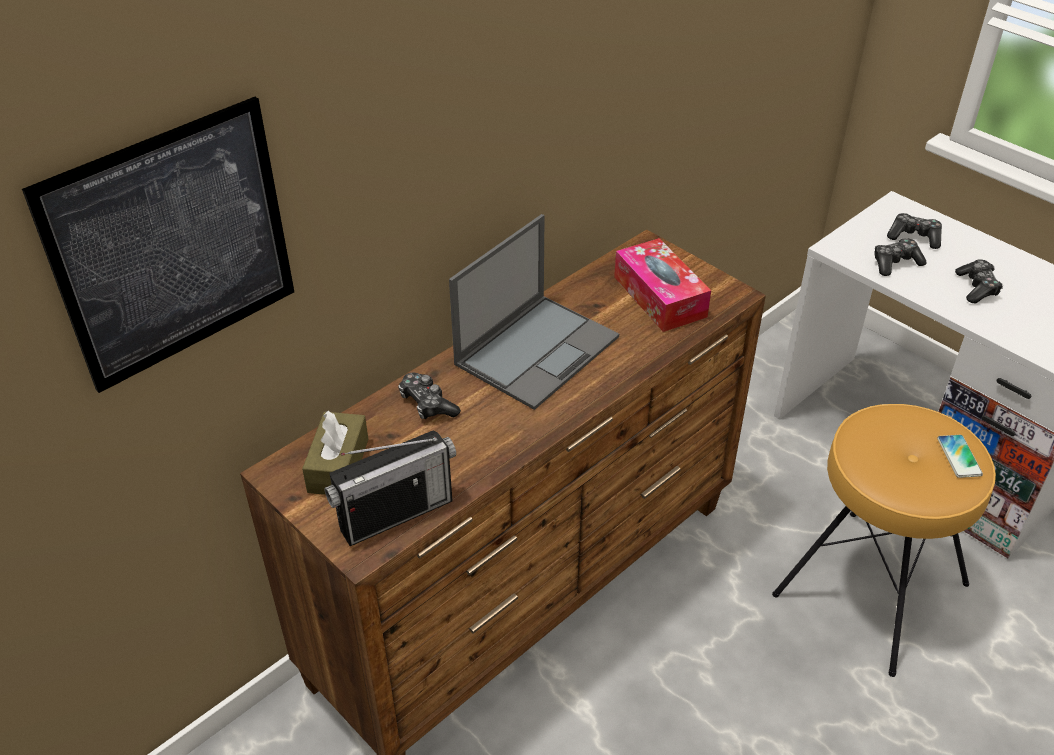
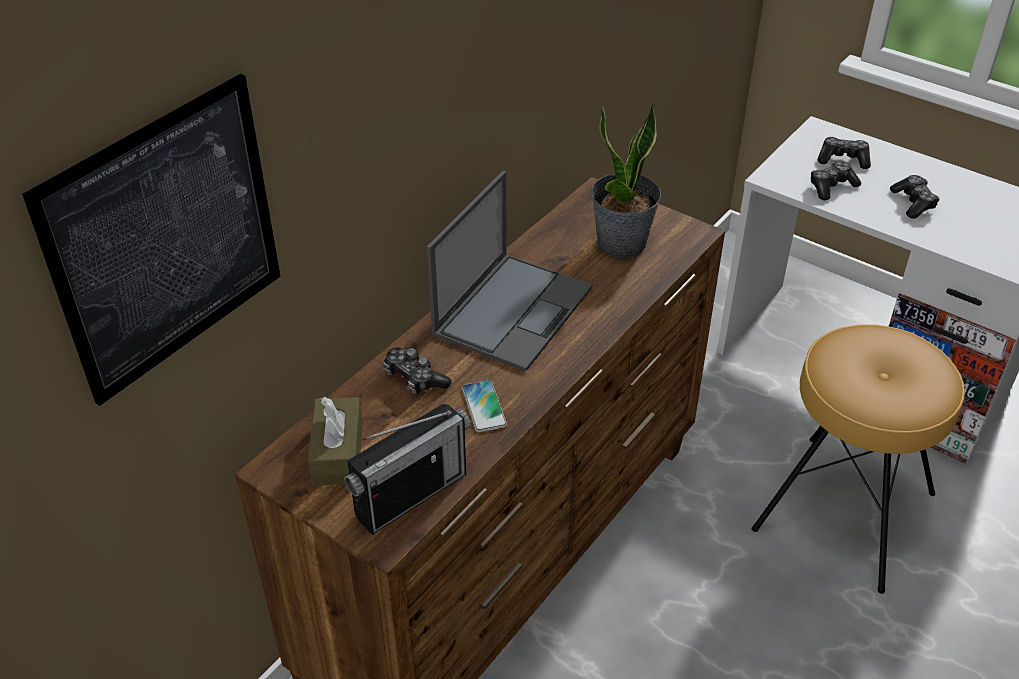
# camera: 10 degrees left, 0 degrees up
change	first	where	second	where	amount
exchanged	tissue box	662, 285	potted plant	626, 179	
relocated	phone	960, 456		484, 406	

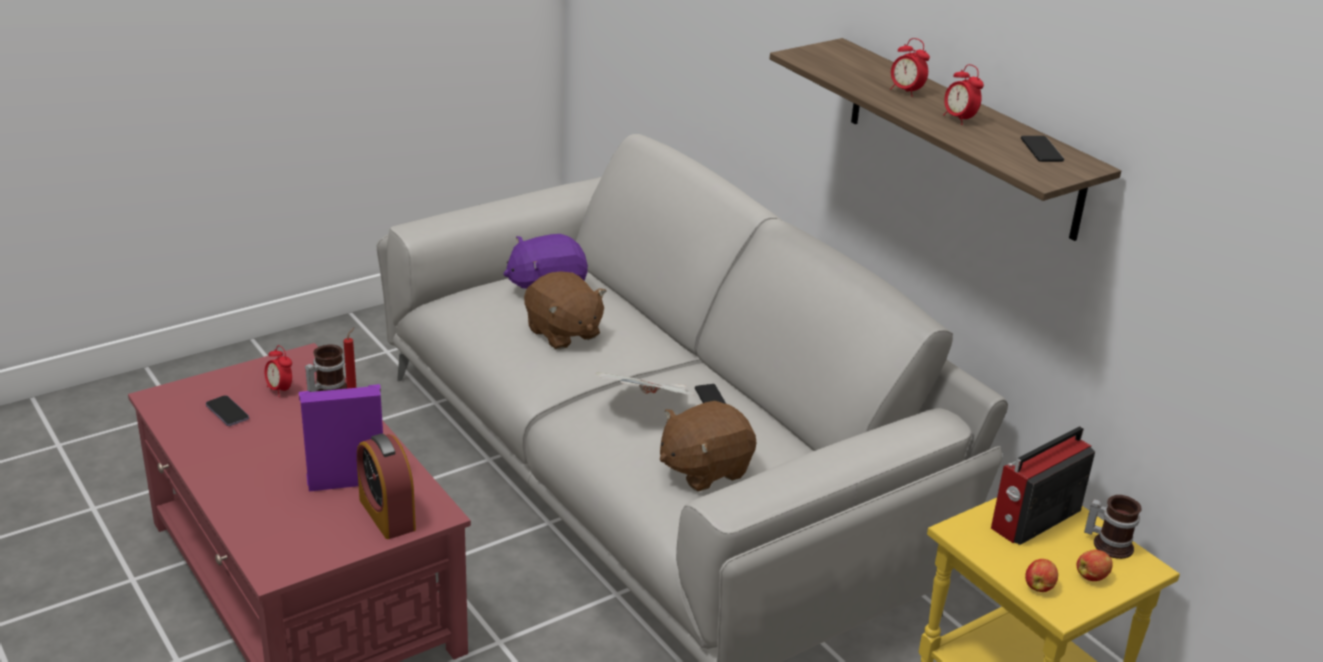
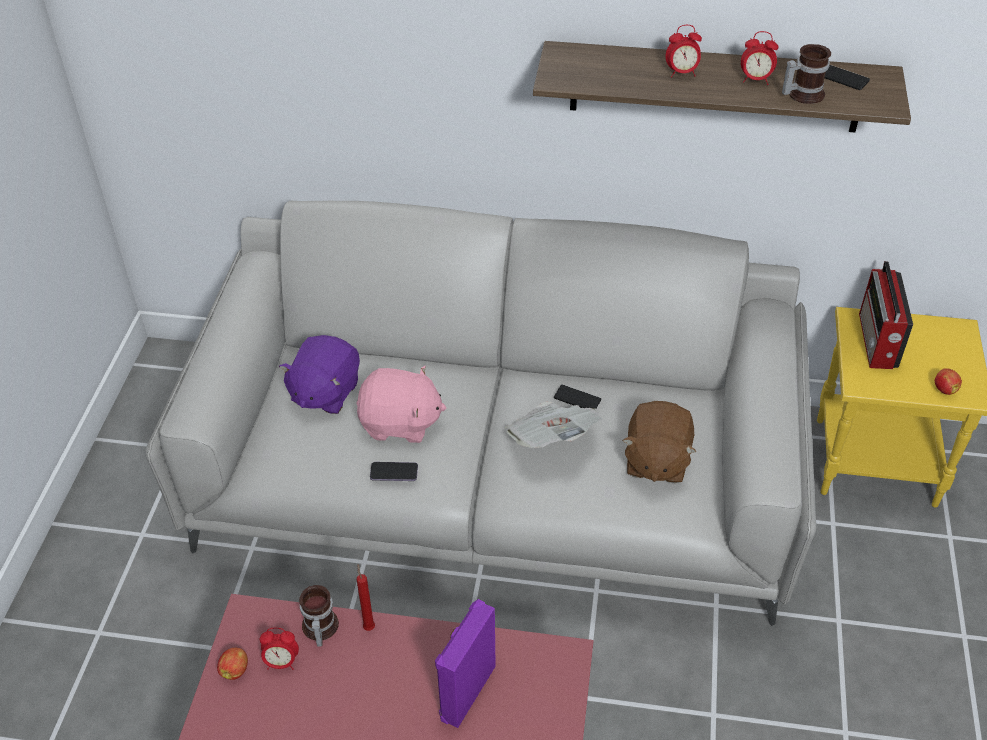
# camera: 45 degrees left, 15 degrees up
change	first	where	second	where	amount
relocated	phone	227, 410		394, 471	
missing	alarm clock	386, 486			
colour	plush toy (brown)	565, 310	plush toy (pink)	401, 404	
relocated	apple	1094, 565		232, 664	
relocated	mug	1112, 527		806, 74	

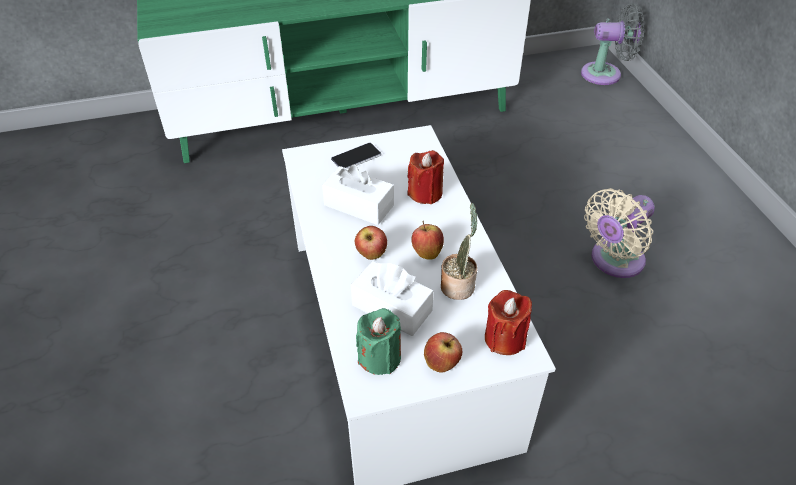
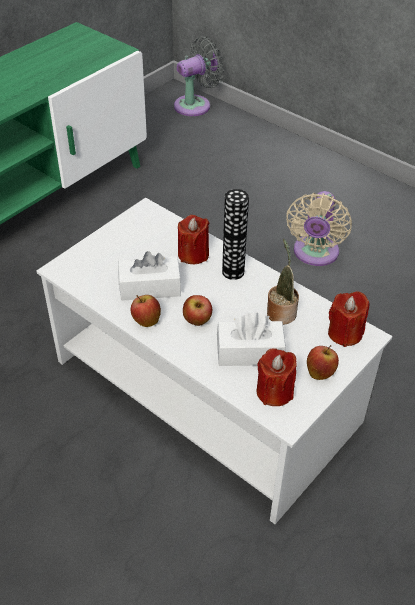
# camera: 35 degrees left, 0 degrees up
change	first	where	second	where	amount
missing	phone	356, 156			
colour	candle (green)	378, 341	candle (red)	277, 377	
relocated	apple	427, 240		146, 311	
appeared			vase	235, 234	

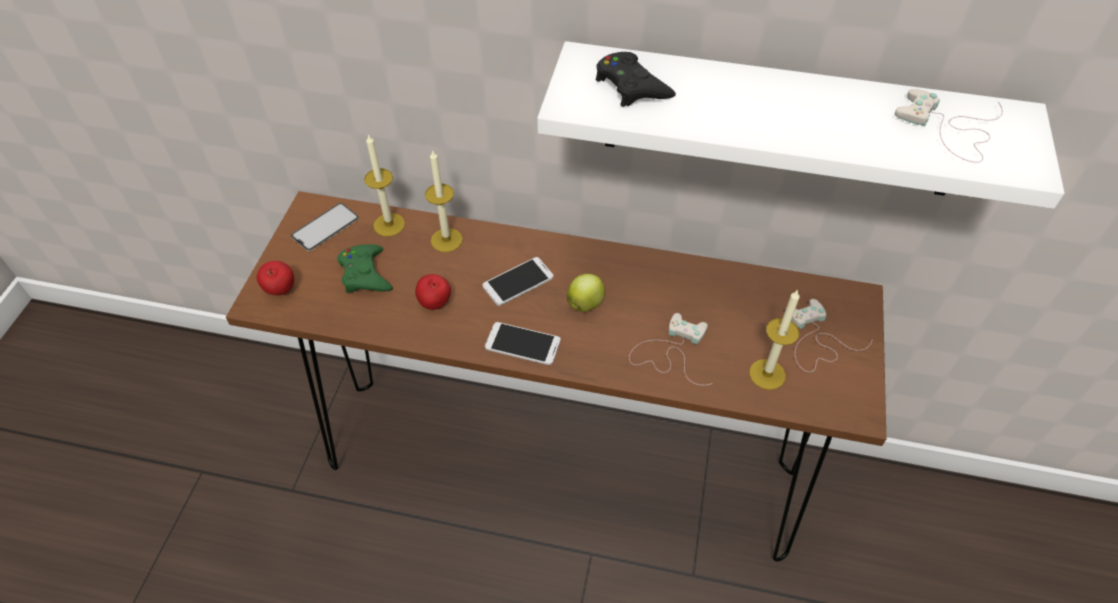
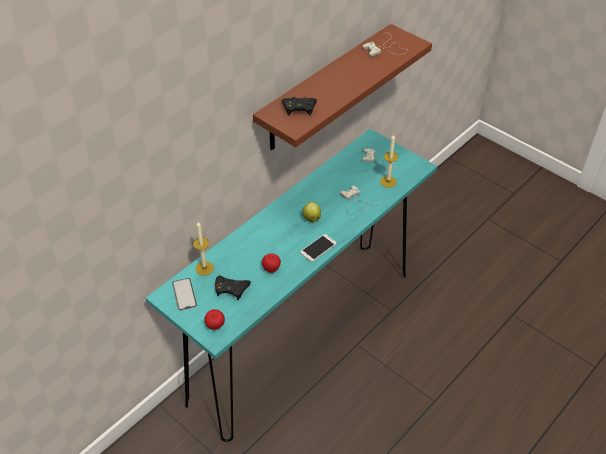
# camera: 60 degrees left, 5 degrees down
change	first	where	second	where	amount
colour	console table (brown)	556, 376	console table (turquoise)	291, 285	
colour	game controller (green)	365, 268	game controller (black)	233, 287	
missing	candle	444, 200			
missing	phone	518, 281			
colour	shelf (white)	800, 125	shelf (brown)	342, 87	

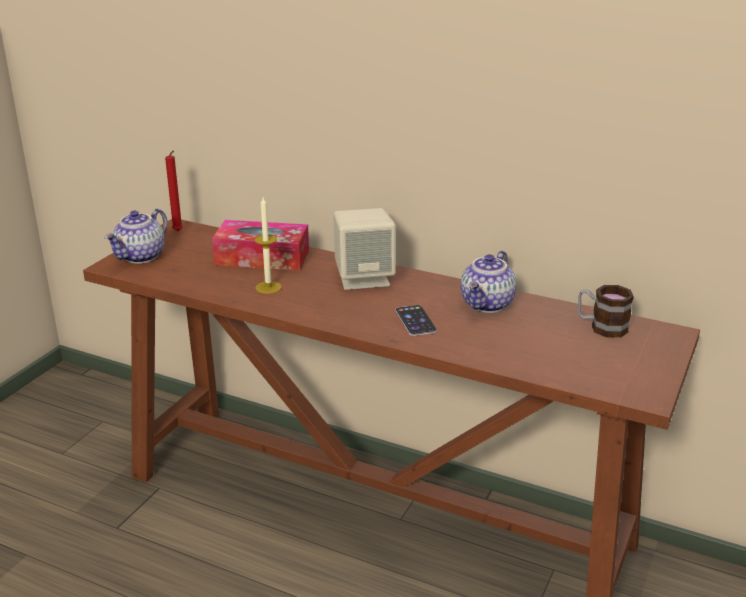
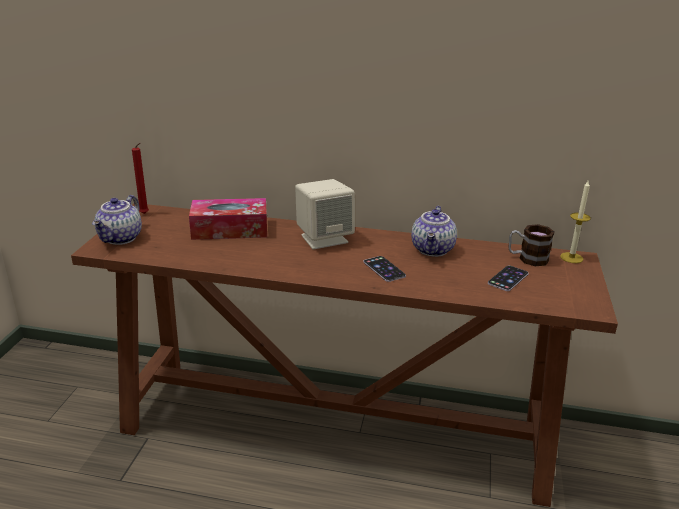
# camera: 15 degrees left, 0 degrees up
change	first	where	second	where	amount
relocated	candle	268, 245		575, 222	
appeared			phone	508, 278	

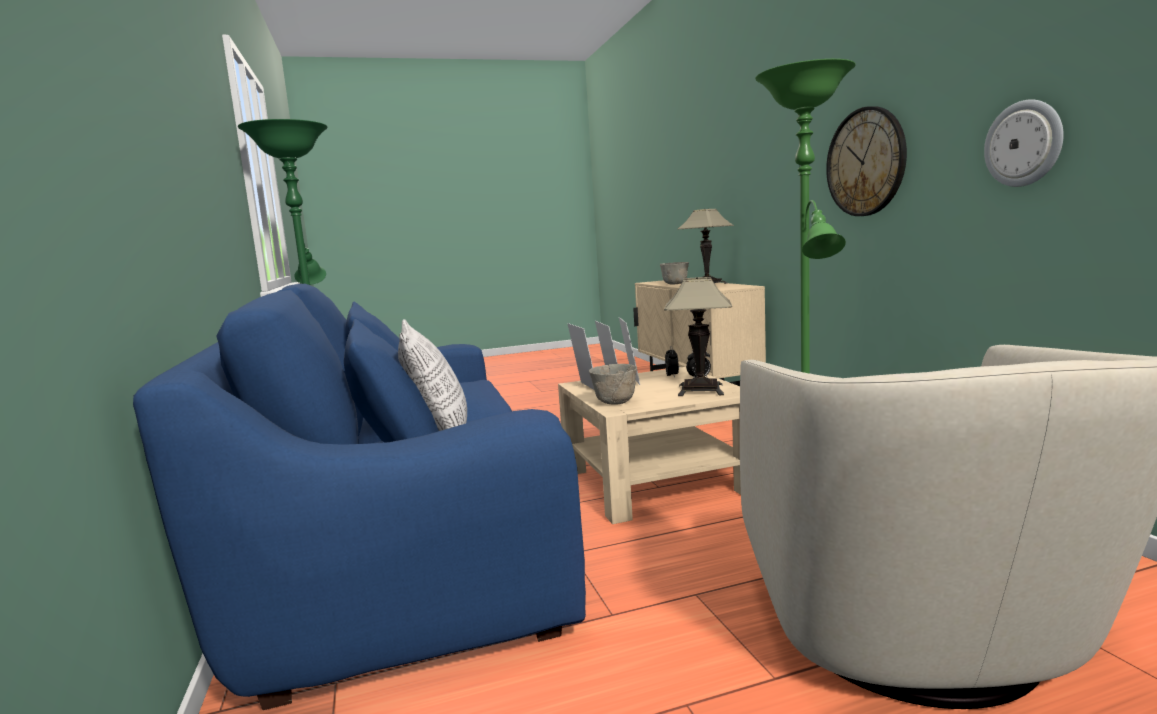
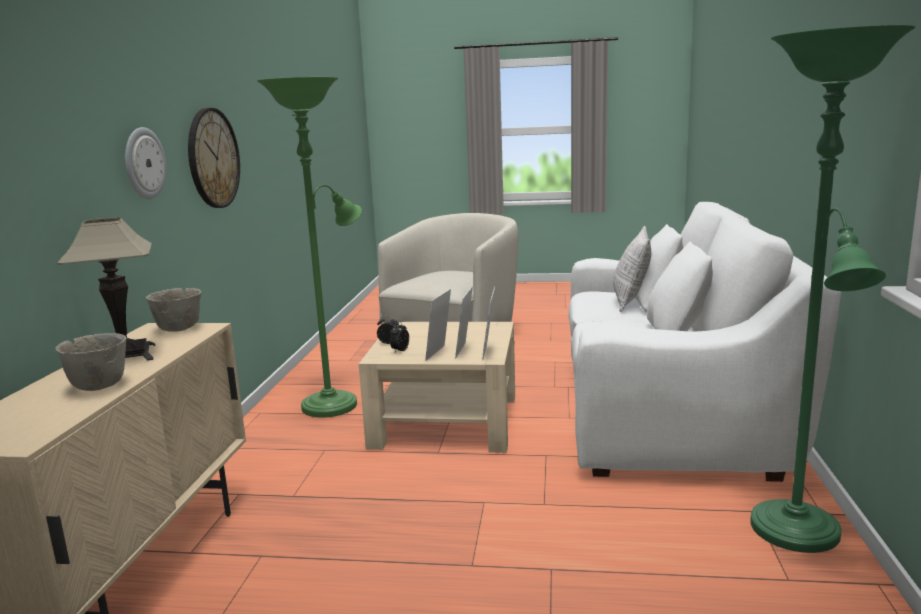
# camera: 155 degrees left, 5 degrees up
change	first	where	second	where	amount
colour	sofa (blue)	359, 497	sofa (white)	704, 342	
relocated	bowl (grey)	613, 384		173, 310	
missing	table lamp	698, 336			
relocated	wall clock	1024, 143		145, 163	

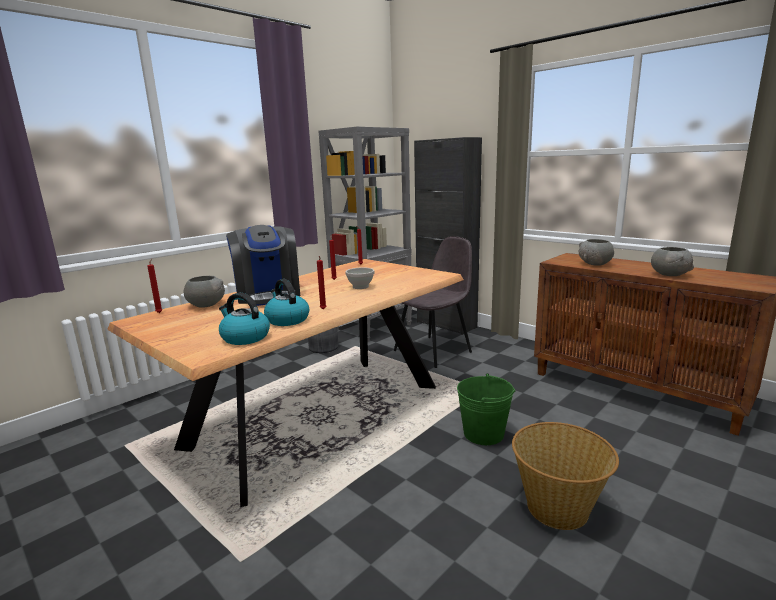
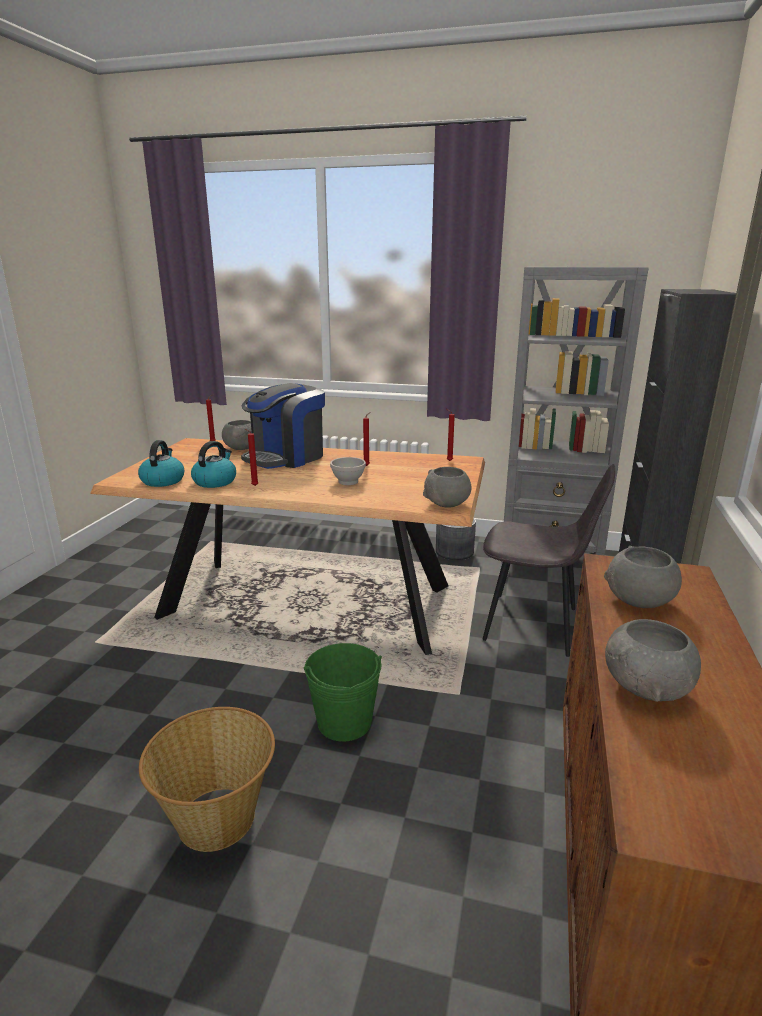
# camera: 60 degrees right, 5 degrees up
change	first	where	second	where	amount
appeared			bowl (grey)	447, 487	

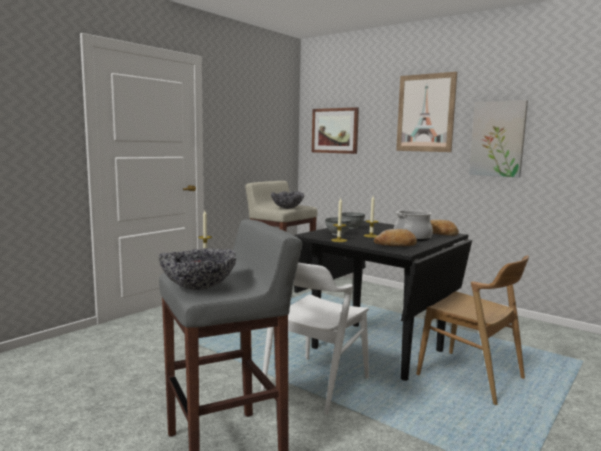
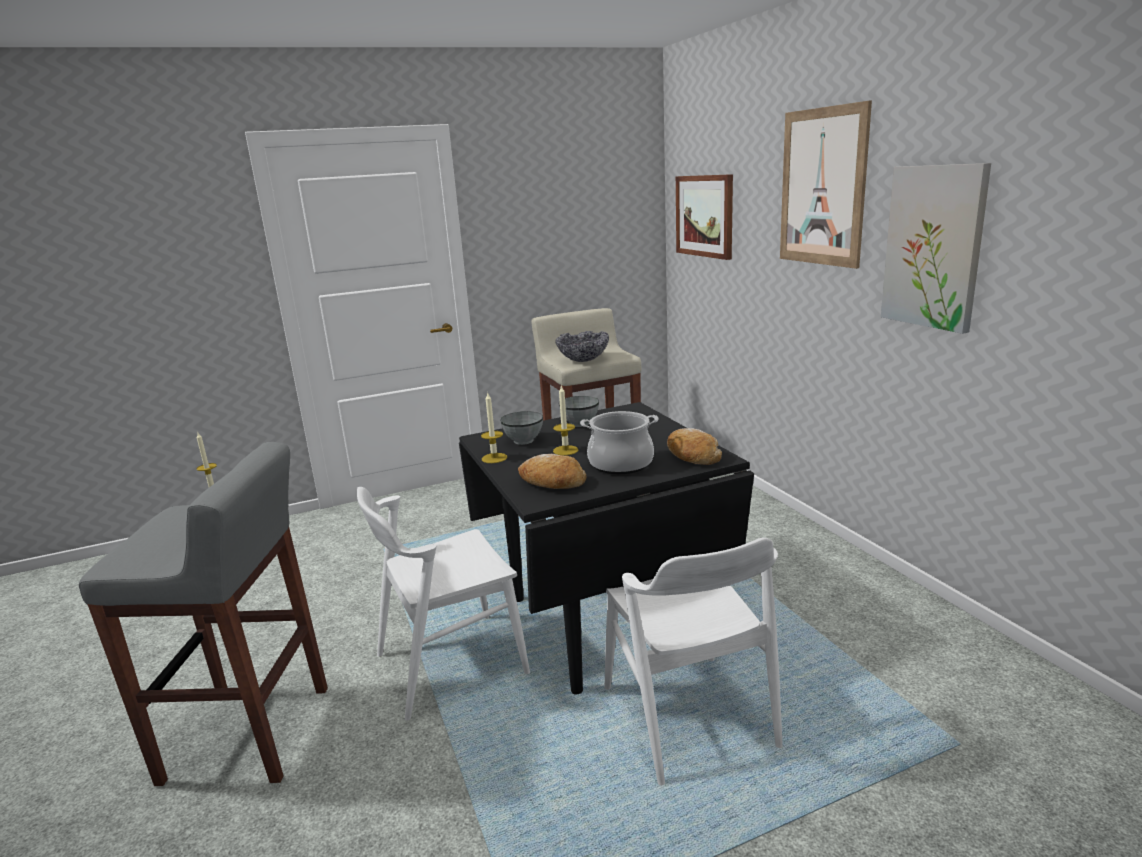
# camera: 30 degrees right, 10 degrees up
change	first	where	second	where	amount
missing	bowl	197, 269			
colour	chair (brown)	472, 330	chair (white)	694, 662	

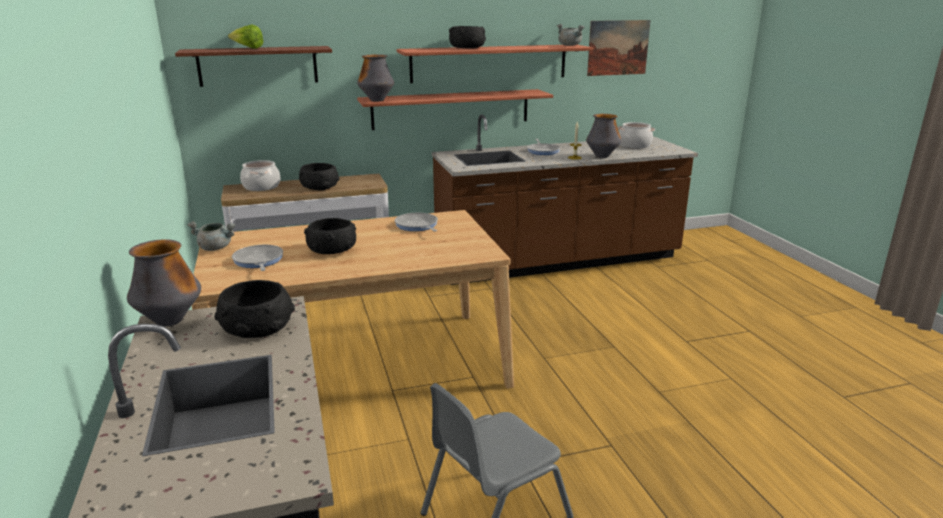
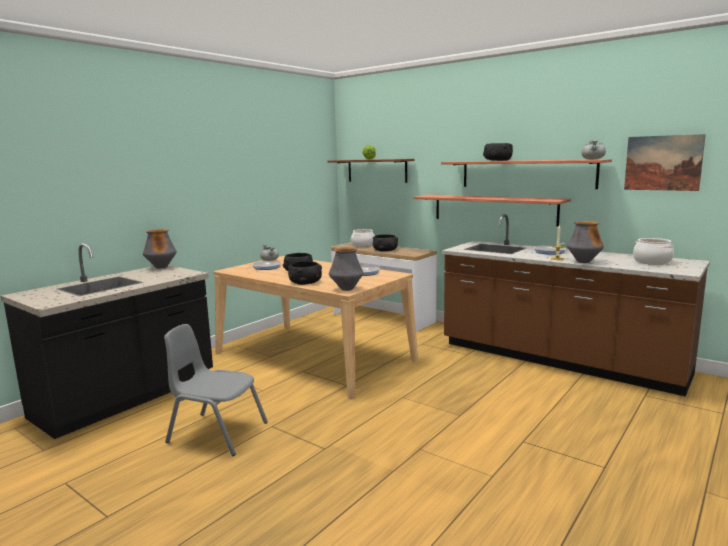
# camera: 55 degrees right, 10 degrees down
change	first	where	second	where	amount
relocated	bowl (black)	255, 309		305, 273	
relocated	vase	375, 78		346, 269	

